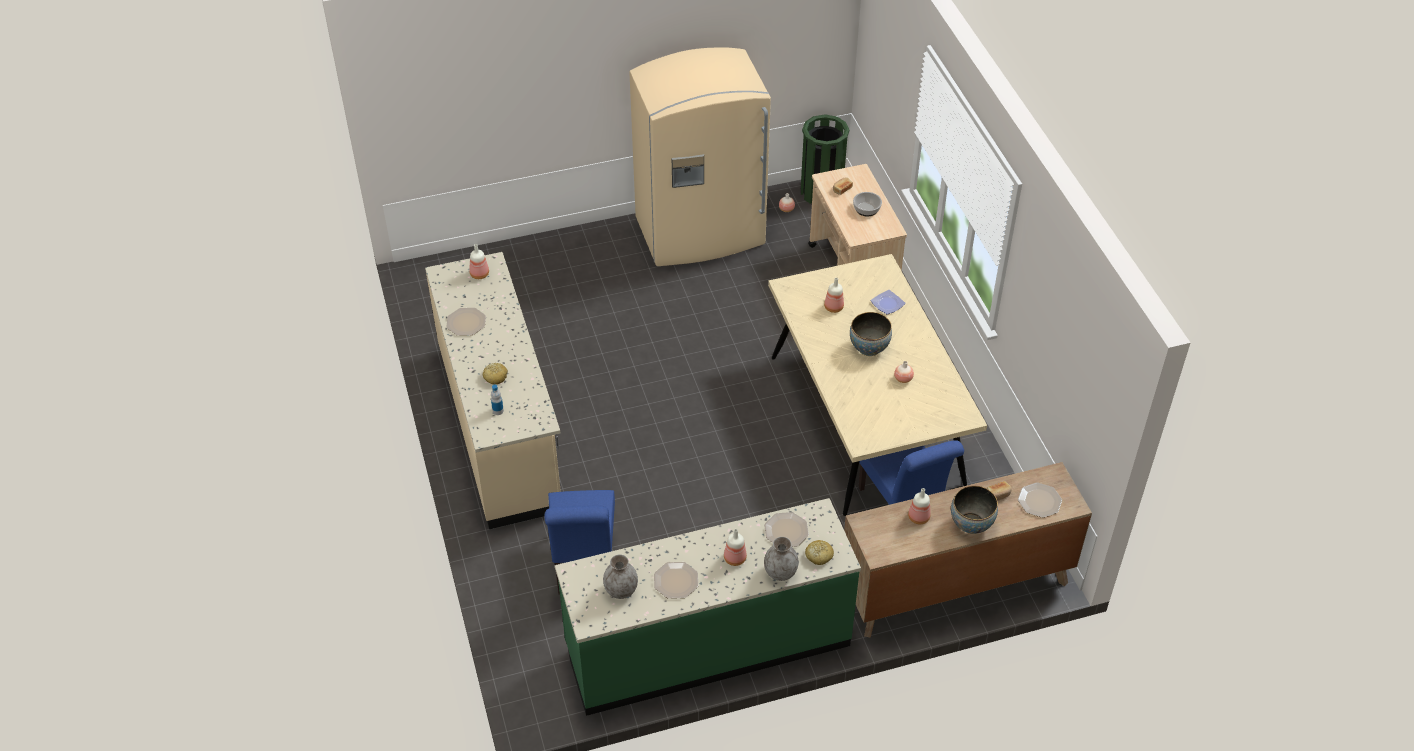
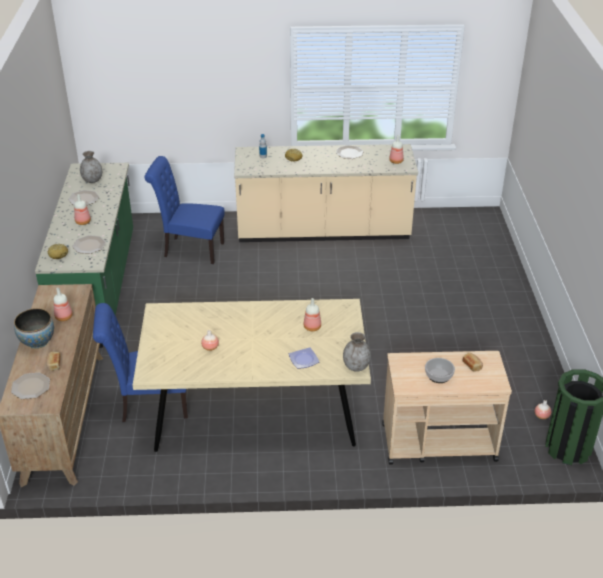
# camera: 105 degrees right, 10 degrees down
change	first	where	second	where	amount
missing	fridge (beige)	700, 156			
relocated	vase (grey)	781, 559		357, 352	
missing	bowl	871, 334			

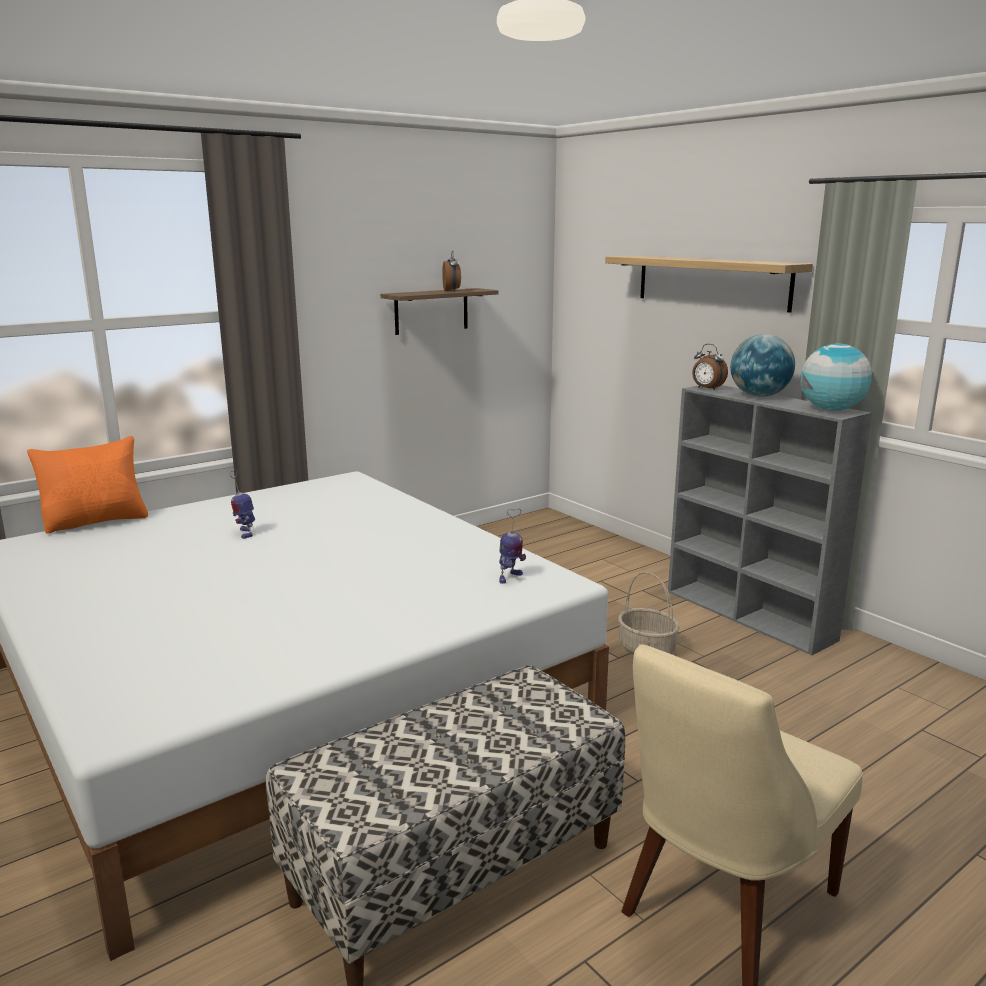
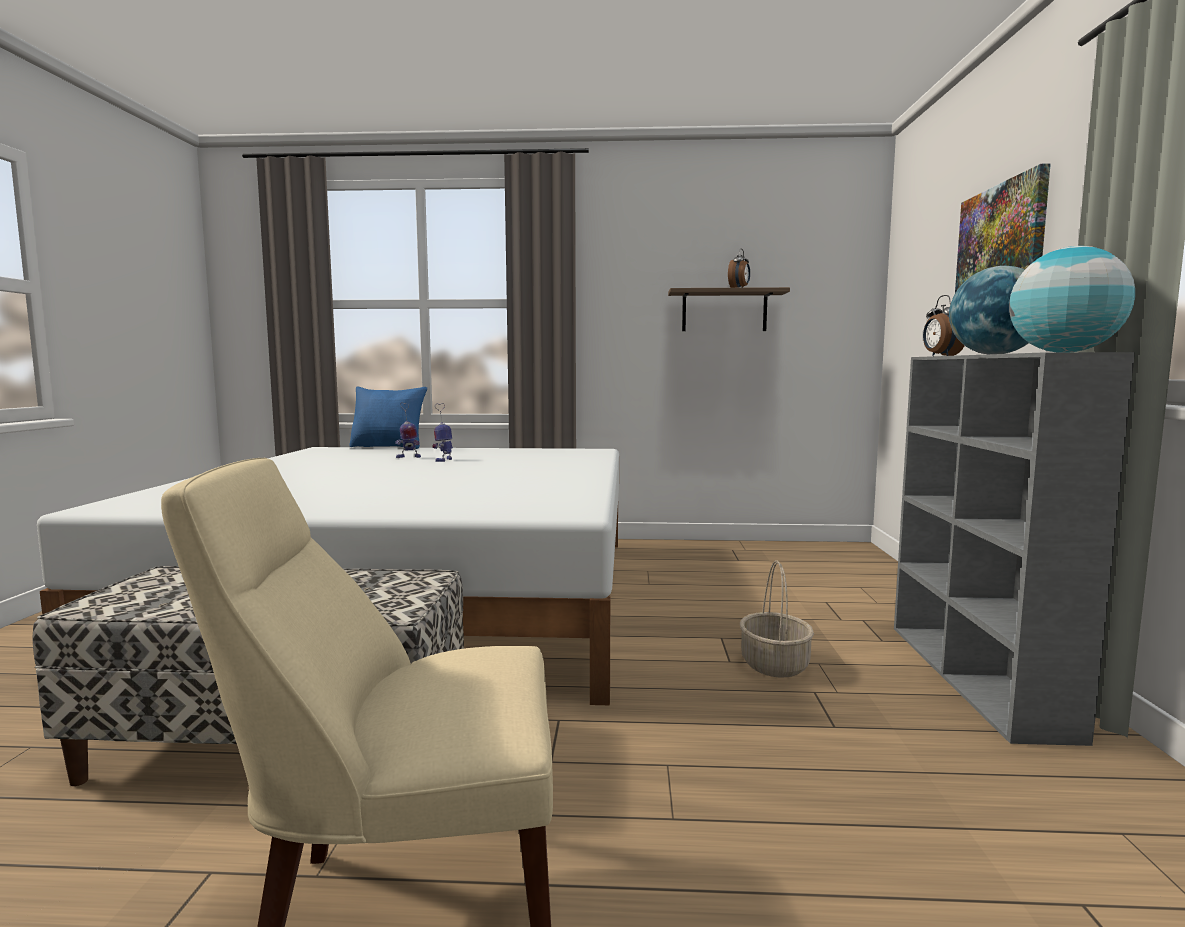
# camera: 40 degrees right, 10 degrees down
change	first	where	second	where	amount
colour	pillow (orange)	87, 485	pillow (blue)	388, 418	
relocated	toy robot	512, 546		408, 430	
exchanged	shelf	709, 284	picture	1003, 228	

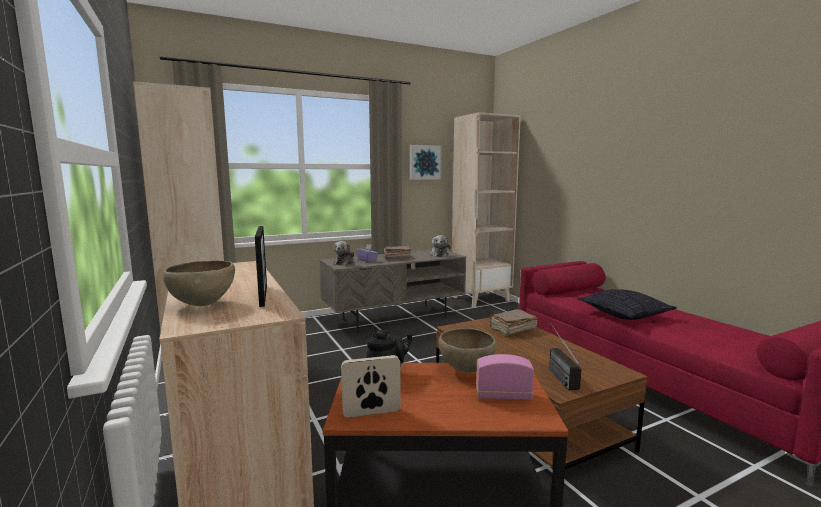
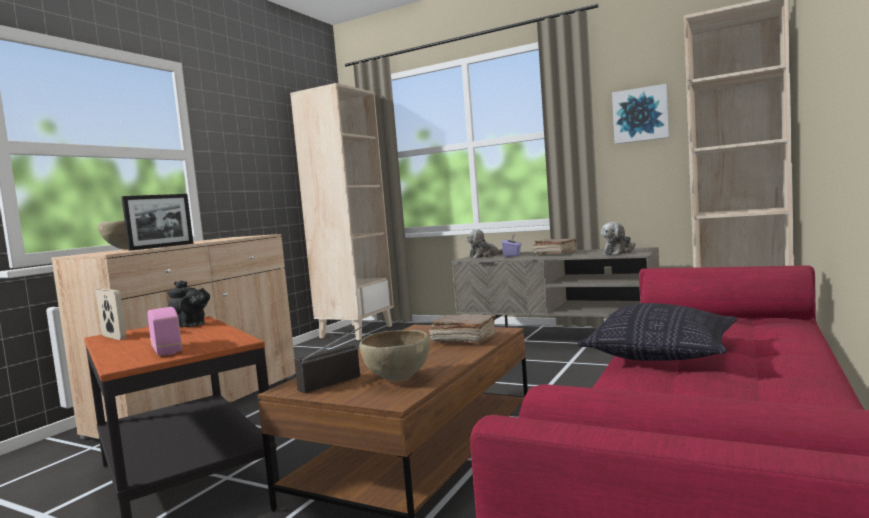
# camera: 55 degrees right, 5 degrees down
change	first	where	second	where	amount
relocated	bowl (brown)	467, 350		394, 355	

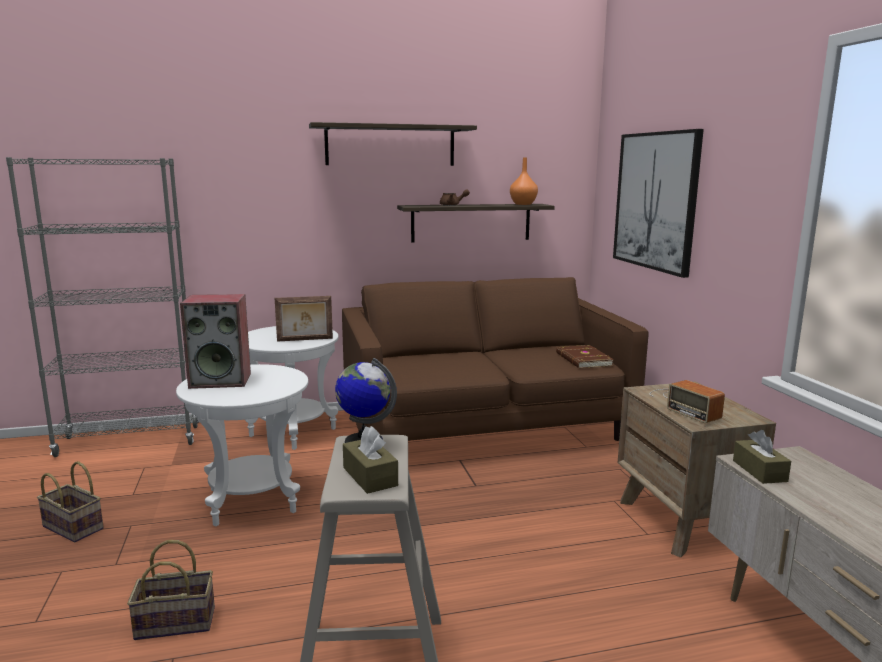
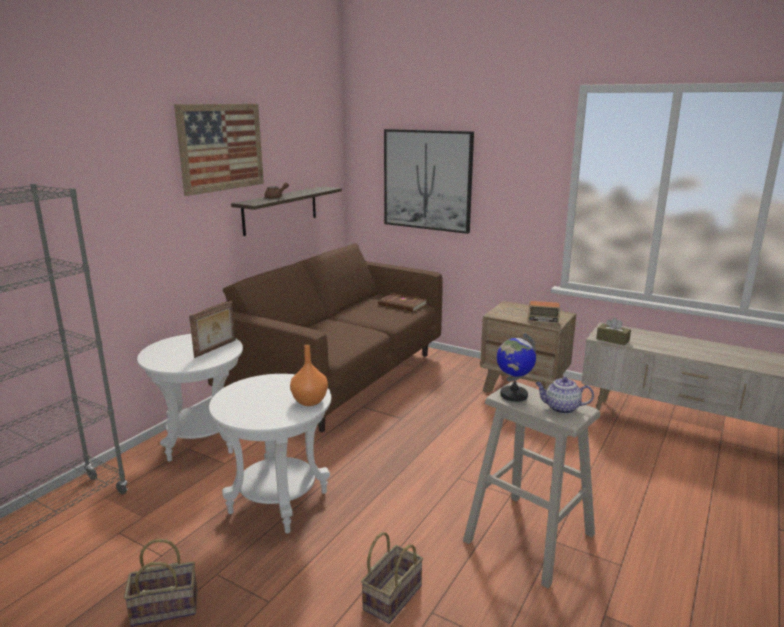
# camera: 45 degrees left, 5 degrees up
change	first	where	second	where	amount
missing	speaker	215, 341			
exchanged	shelf	393, 144	picture	219, 150	
exchanged	tissue box (brown)	370, 460	teapot	564, 395	
relocated	vase (orange)	524, 181		309, 375	

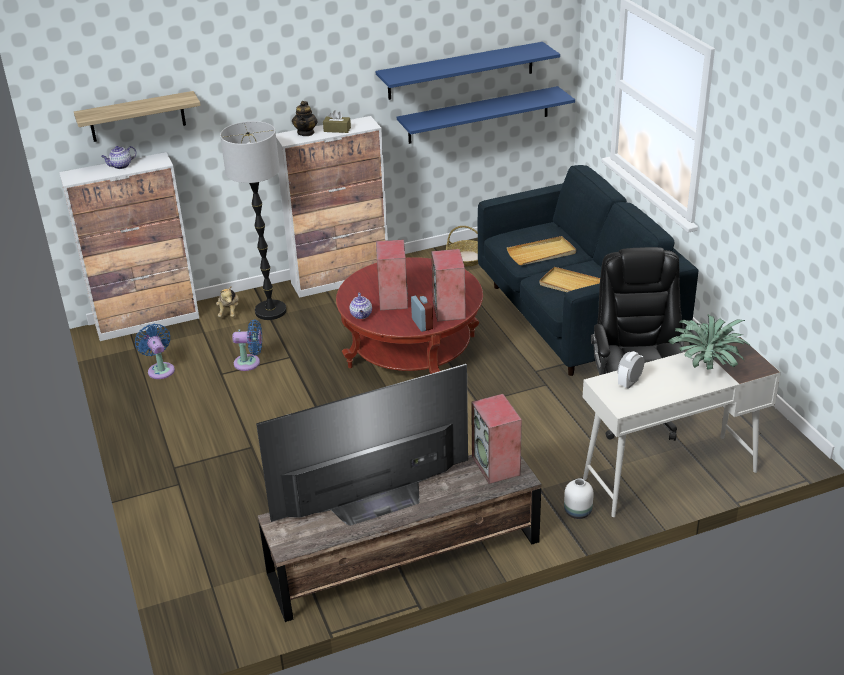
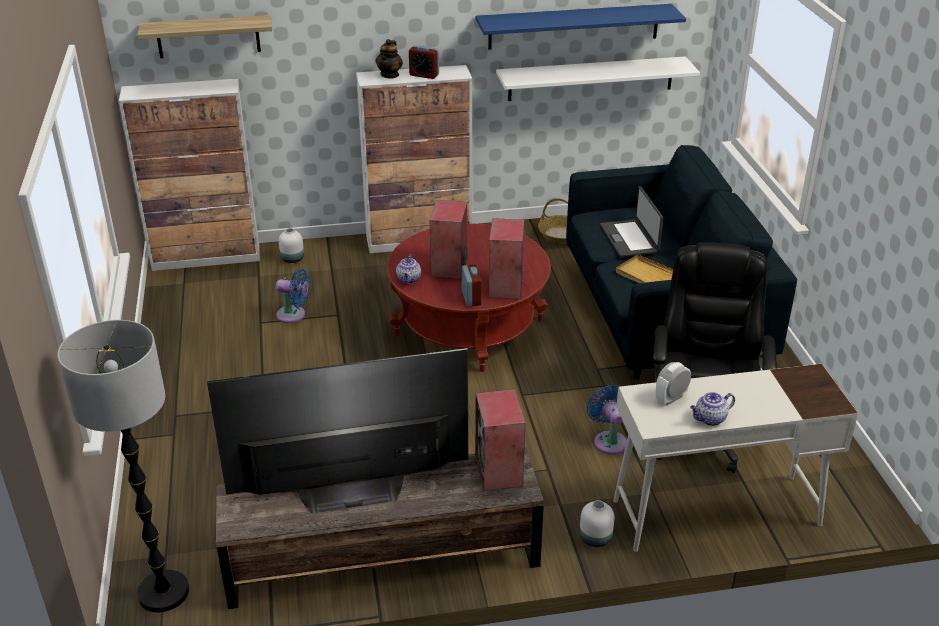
# camera: 10 degrees right, 0 degrees up
change	first	where	second	where	amount
relocated	teapot	118, 157		712, 409	
relocated	fan (blue)	155, 351		606, 419	
exchanged	plush toy	227, 301	vase (white)	291, 245	
relocated	floor lamp	253, 220		123, 466	
exchanged	tissue box (brown)	337, 121	alarm clock	424, 62	
colour	shelf (blue)	486, 115	shelf (white)	598, 78	
exchanged	tray (beige)	541, 250	laptop	631, 221	
missing	potted plant	709, 342			

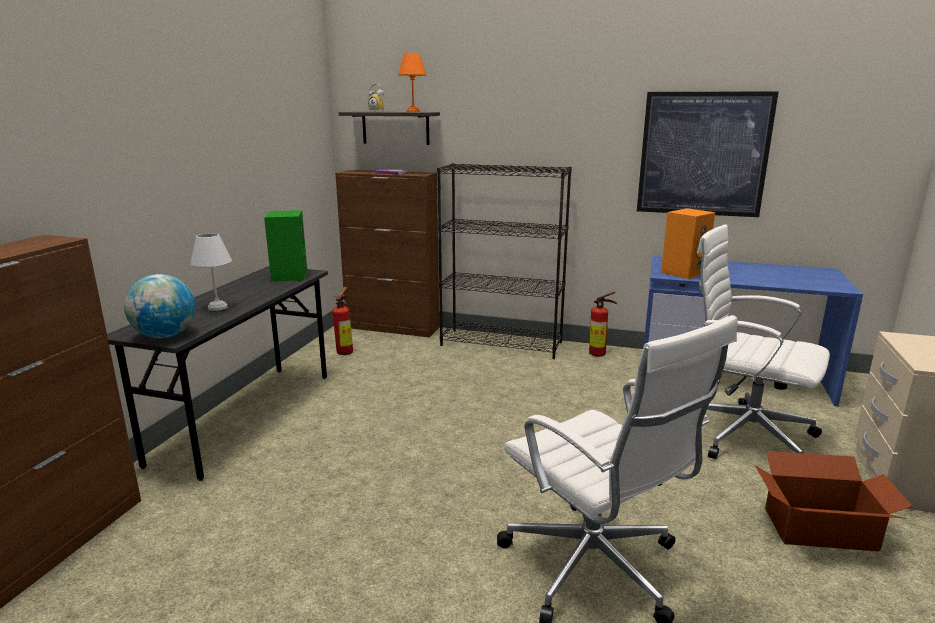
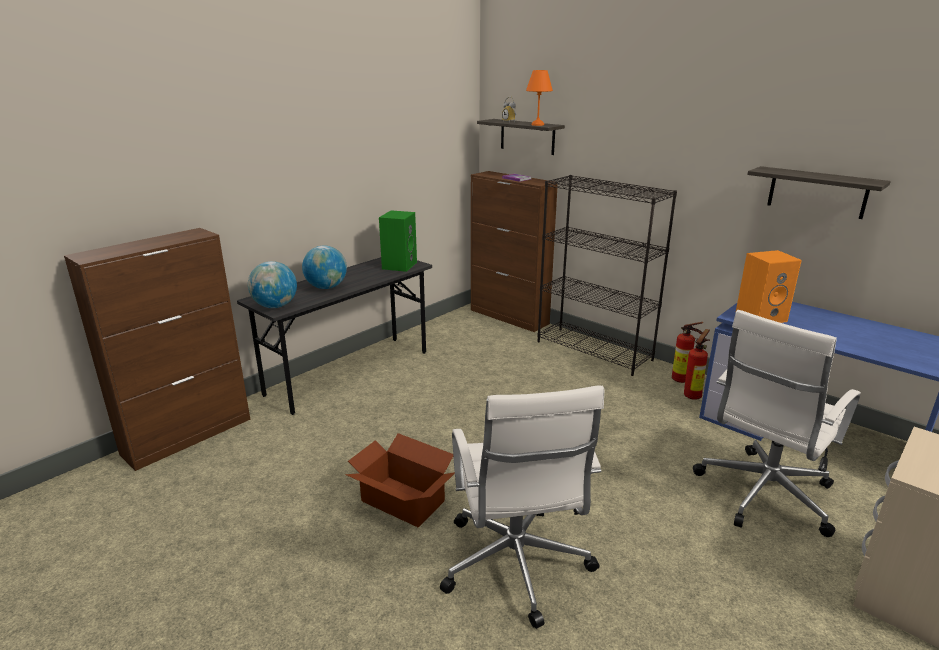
# camera: 25 degrees right, 5 degrees up
change	first	where	second	where	amount
exchanged	table lamp (white)	211, 272	globe	324, 267	
relocated	fire extinguisher	342, 321		697, 364	
exchanged	picture	708, 154	shelf	819, 192	
spun	office chair (white)	763, 341		777, 423	105 degrees counterclockwise
relocated	cardboard box	833, 501		400, 480	

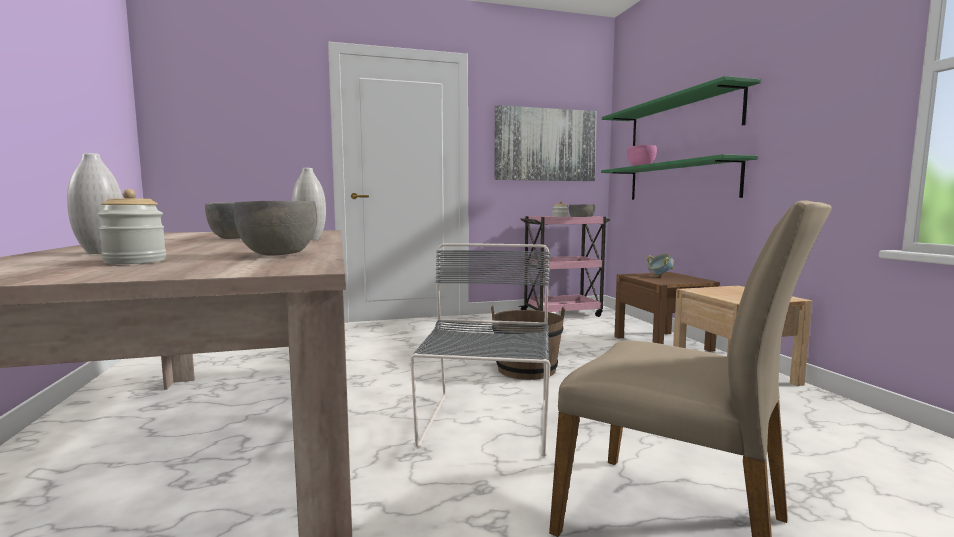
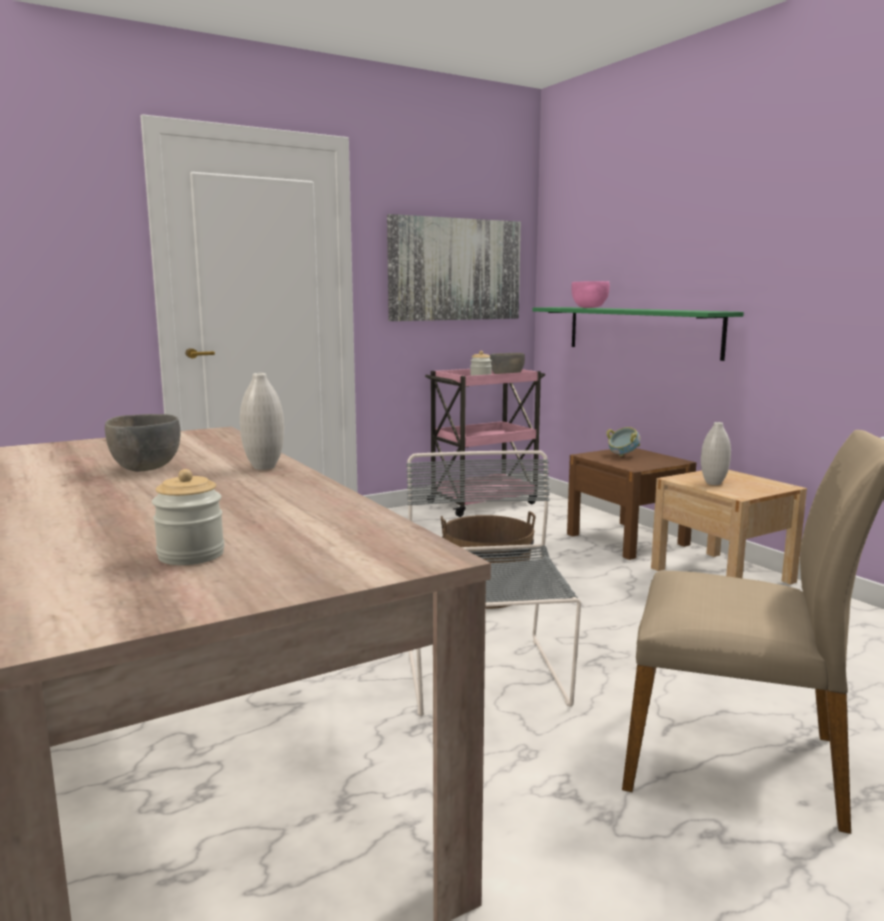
# camera: 15 degrees left, 5 degrees up
change	first	where	second	where	amount
relocated	vase (white)	94, 203		716, 453	
missing	bowl (grey)	275, 228			
missing	shelf (green)	681, 111			

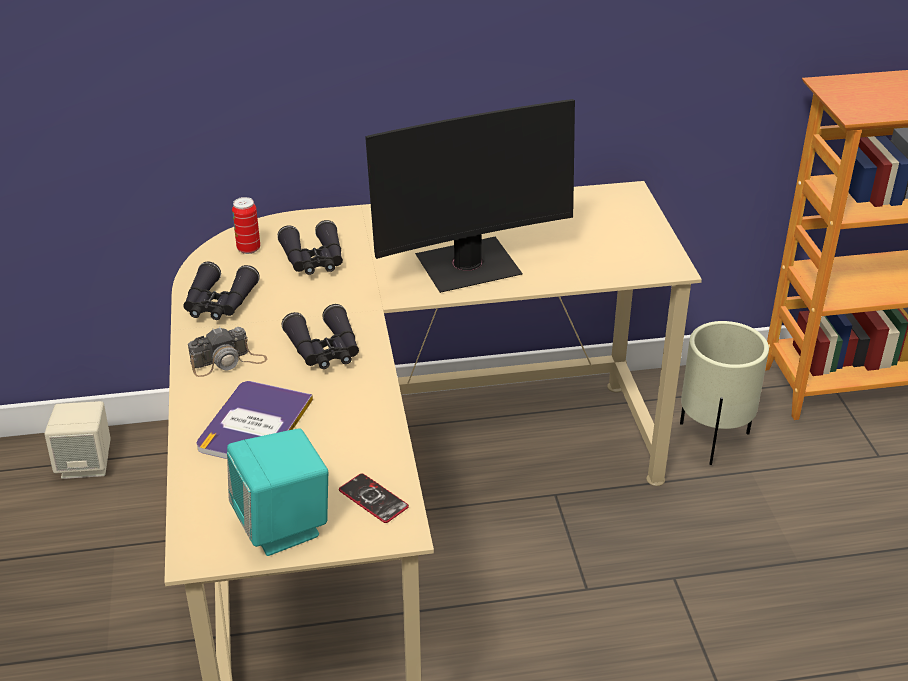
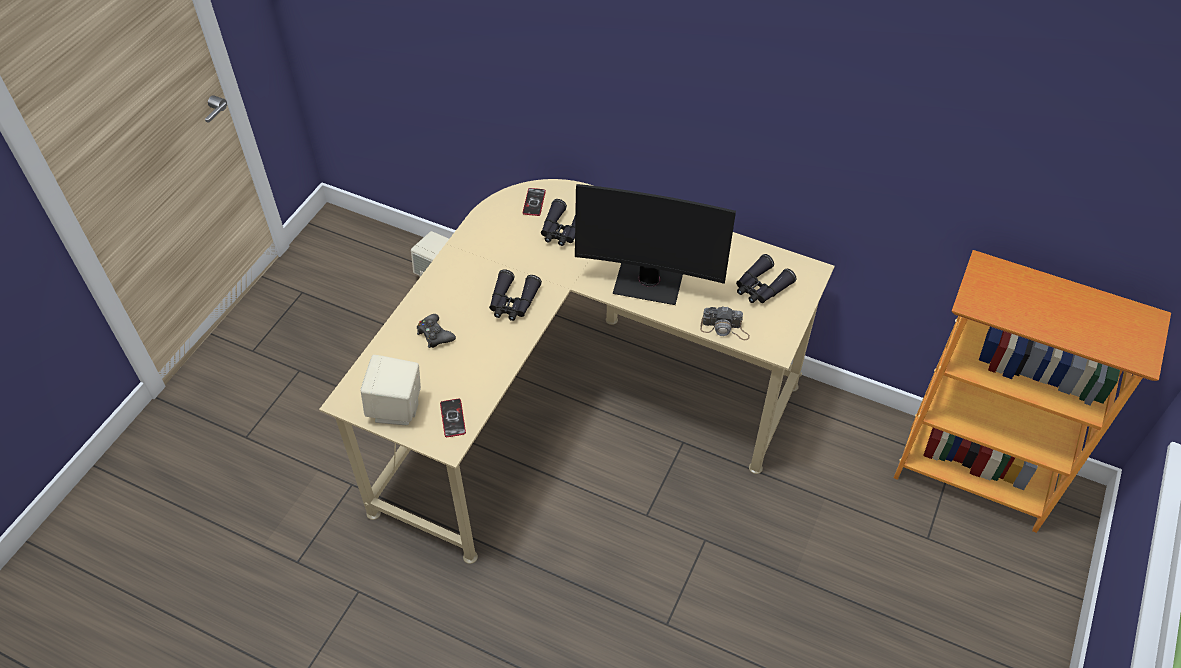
# camera: 35 degrees right, 15 degrees up
change	first	where	second	where	amount
relocated	binoculars (black)	221, 291		766, 278	
relocated	photo camera	227, 352		725, 323	
exchanged	book	255, 420	game controller (black)	436, 331	
colour	speaker (turquoise)	277, 492	speaker (beige)	390, 390	
exchanged	can	246, 225	phone	534, 202	
missing	planter (beige)	724, 393			

